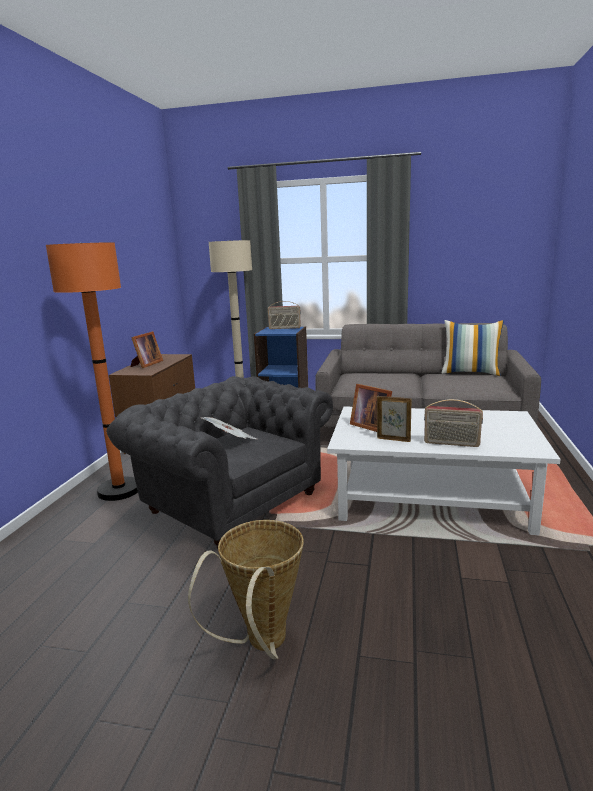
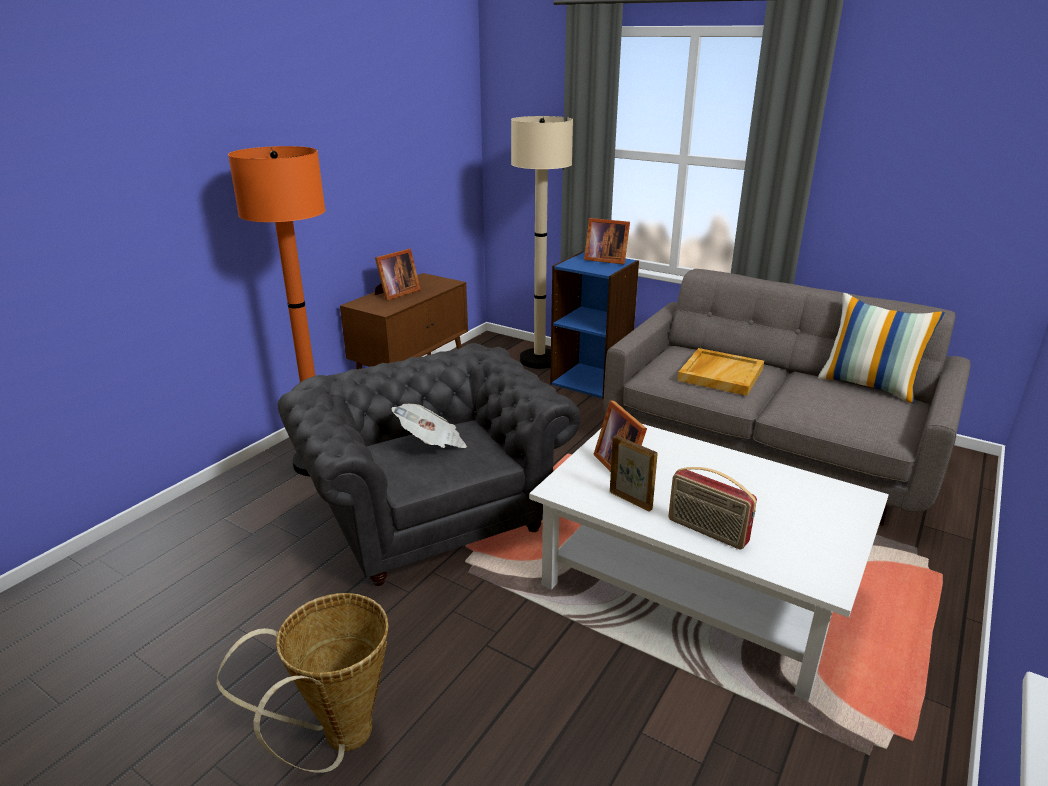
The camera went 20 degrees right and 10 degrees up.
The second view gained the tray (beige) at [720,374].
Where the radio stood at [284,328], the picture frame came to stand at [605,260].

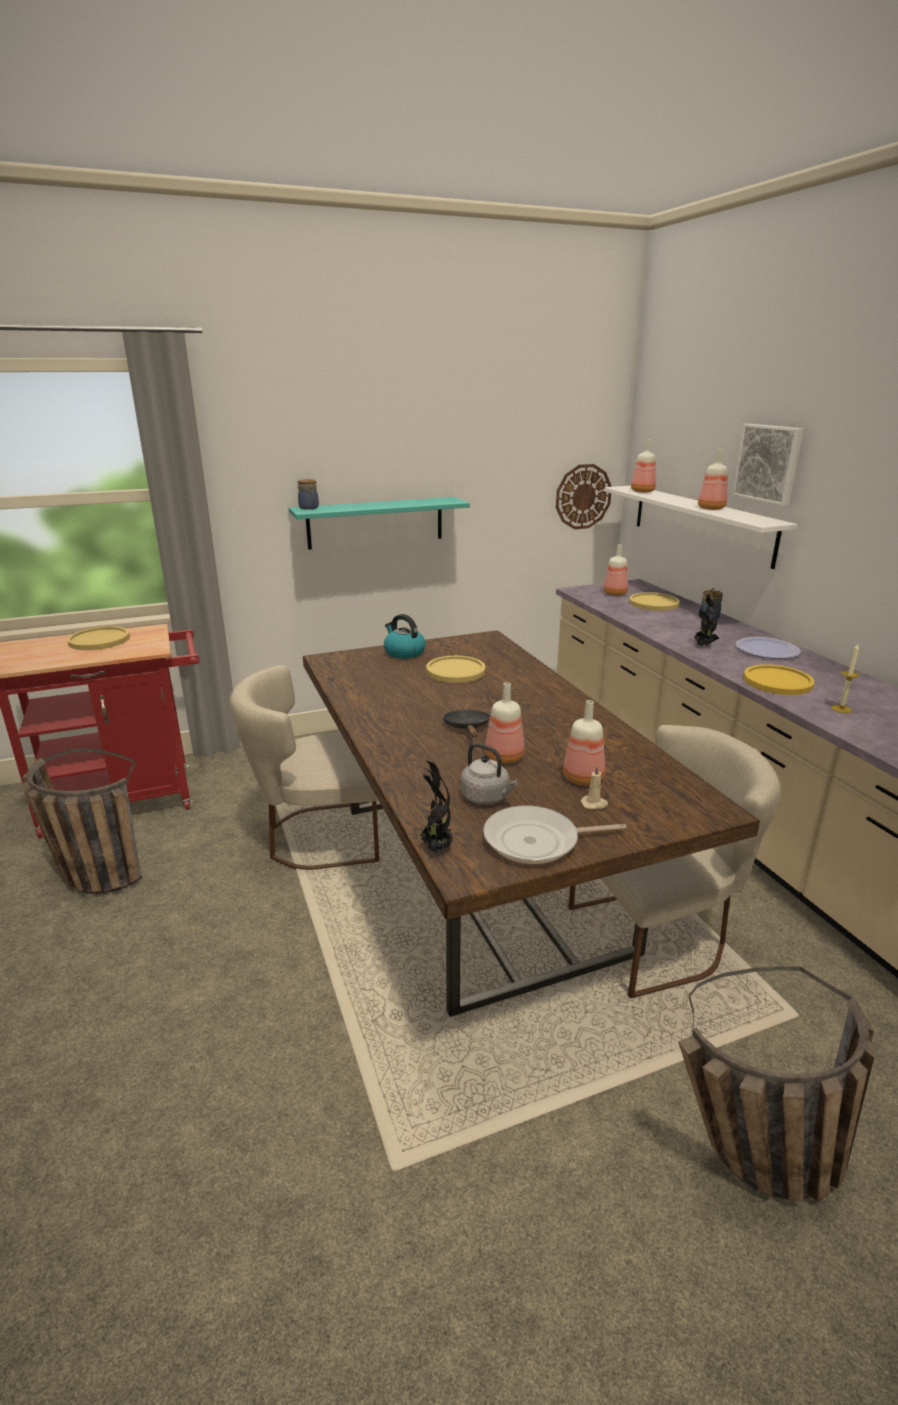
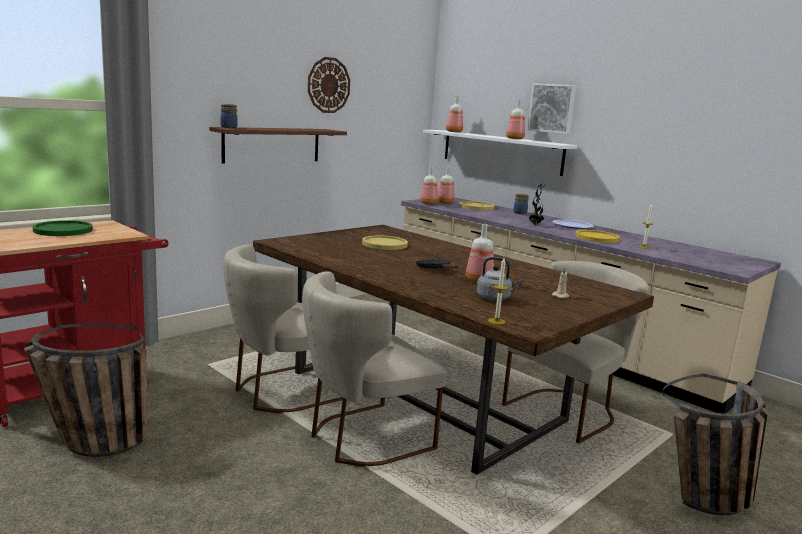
The camera went 25 degrees left and 10 degrees down.
The second view lost the kettle at [404,652].
The second view lost the frying pan at [537,841].
The second view gained the chair (beige) at [362,438].
The wall clock ended up elsewhere, having gone from [583,496] to [328,85].
The bottle ended up elsewhere, having gone from [584,778] to [429,204].
Where the potted plant stood at [435,848], the candle came to stand at [496,321].
What was the plate (yellow) at [99,640] turned into the plate (green) at [63,230].
What was the shelf (turquoise) at [375,522] turned into the shelf (brown) at [272,145].

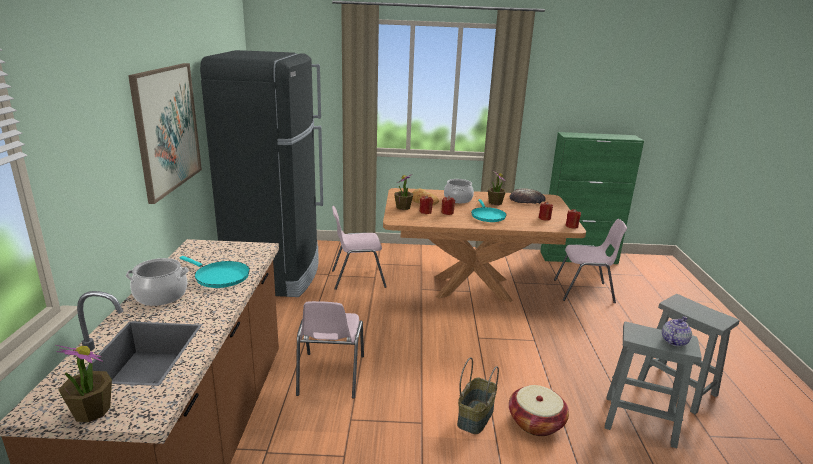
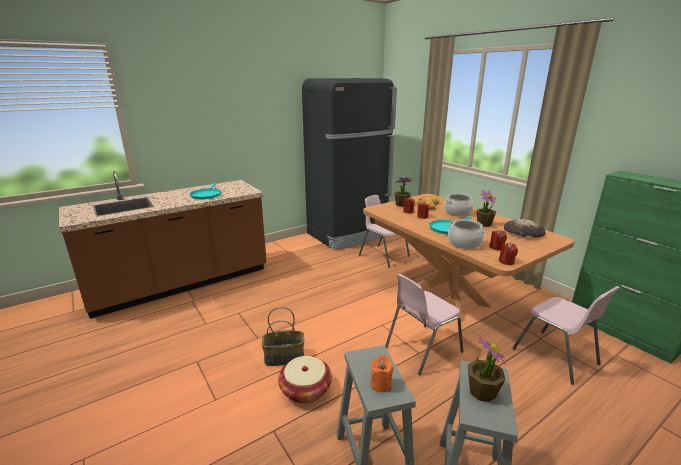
The camera went 55 degrees right and 0 degrees up.
The second view lost the picture at [167,129].
The potted plant ended up elsewhere, having gone from [91,411] to [482,391].
The cooking pot ended up elsewhere, having gone from [161,295] to [464,243].
The chair (pink) ended up elsewhere, having gone from [330,376] to [421,349].
Where the teapot stood at [673,341], the candle (orange) came to stand at [381,384].

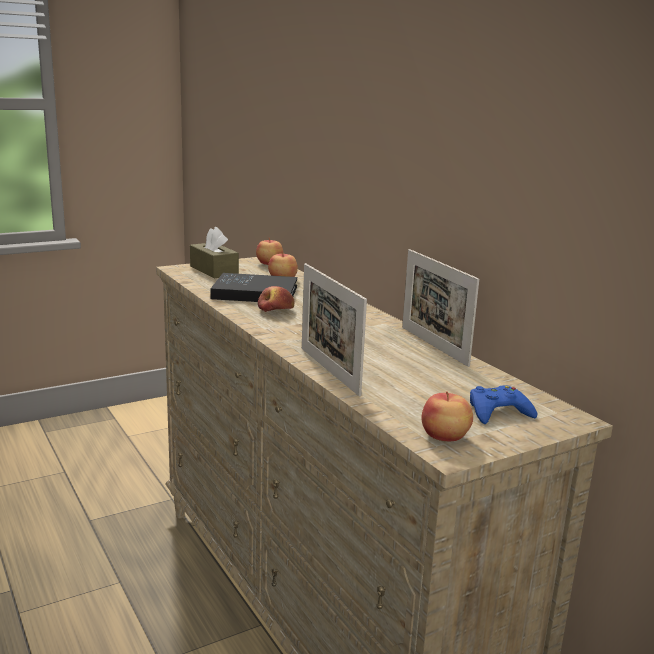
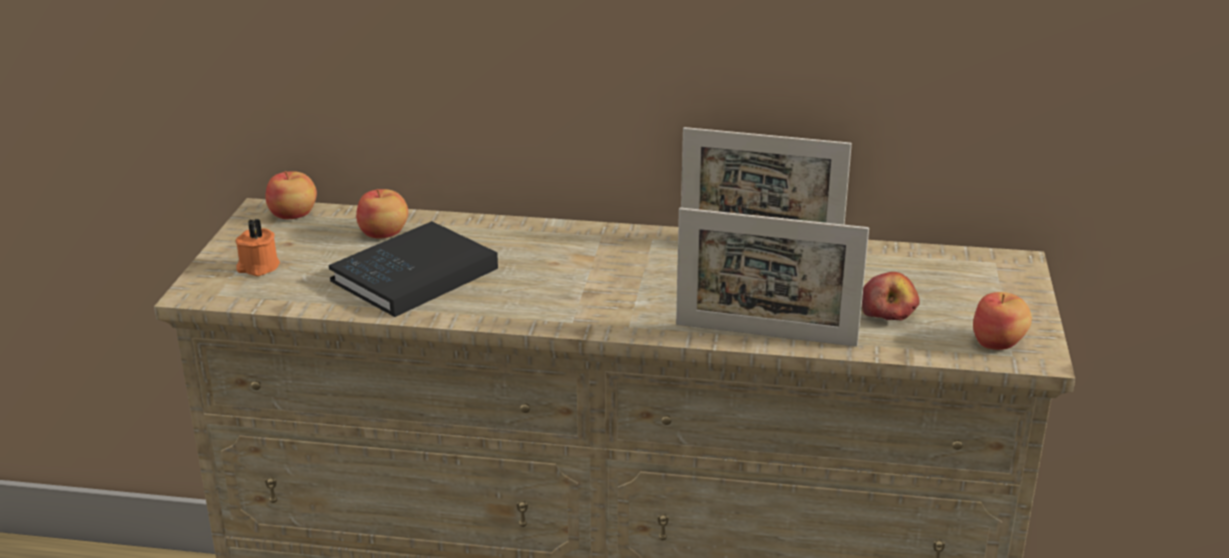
The camera went 50 degrees left and 10 degrees up.
The second view lost the game controller (blue) at [498,412].
The apple ended up elsewhere, having gone from [275,311] to [888,312].
Where the tissue box (brown) stood at [214,270], the candle (orange) came to stand at [258,267].

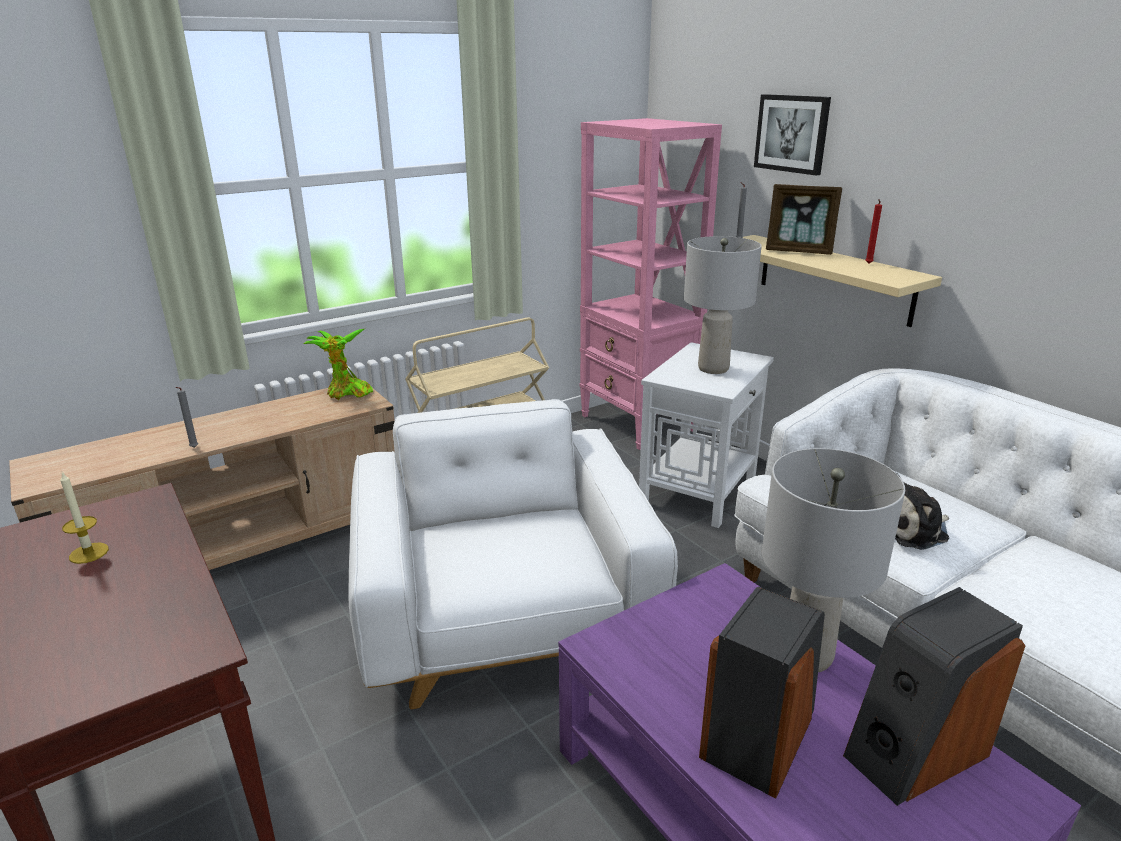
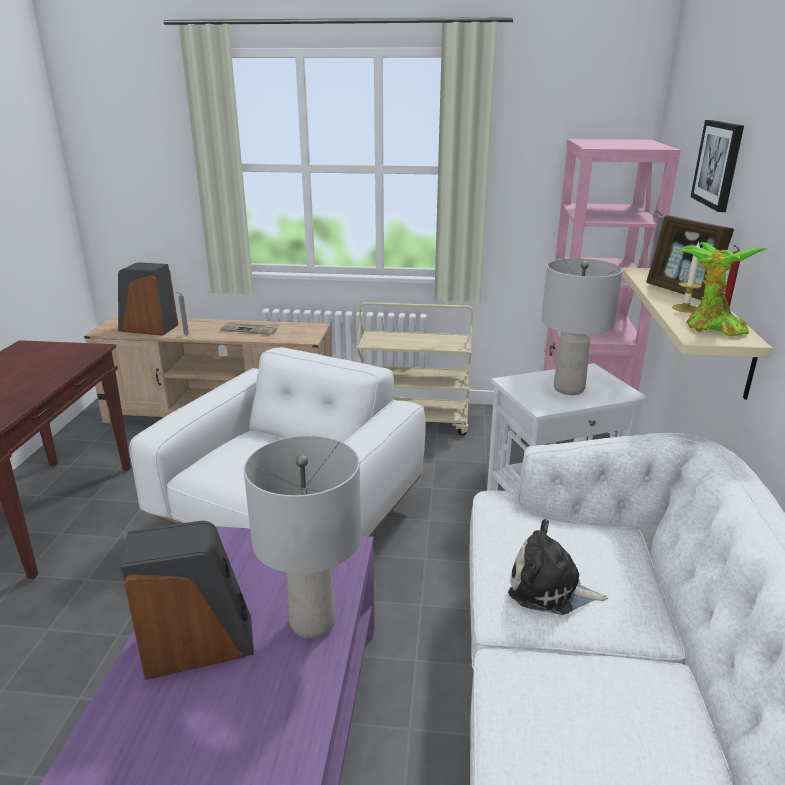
The camera went 40 degrees right and 0 degrees up.
The second view gained the newspaper at [250,330].
The candle ended up elsewhere, having gone from [89,553] to [685,308].
The potted plant ended up elsewhere, having gone from [346,393] to [711,328].
The speaker ended up elsewhere, having gone from [914,753] to [148,328].

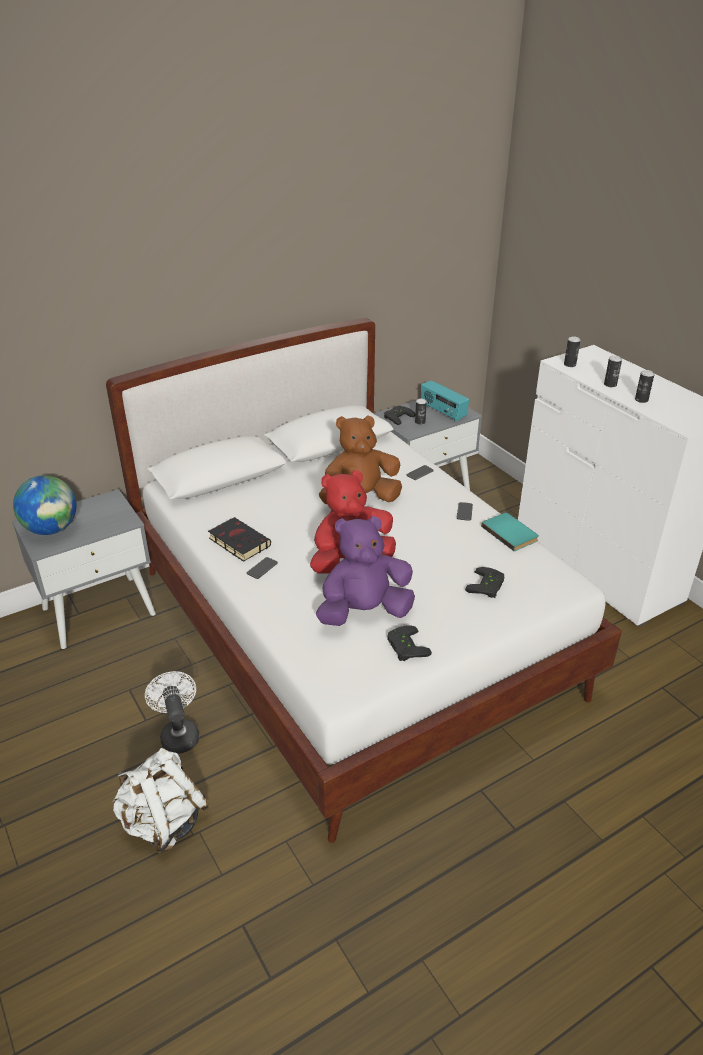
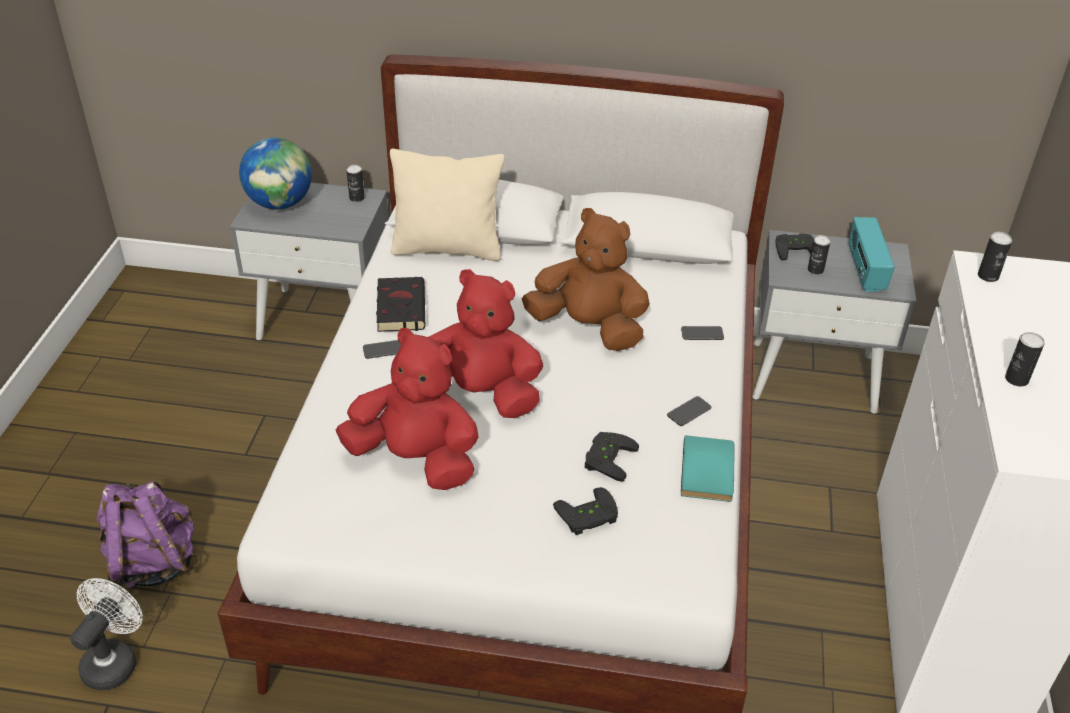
The camera went 40 degrees right and 5 degrees up.
The second view gained the pillow (beige) at [448,248].
The fan (white) ended up elsewhere, having gone from [178,734] to [114,660].
The game controller (black) ended up elsewhere, having gone from [404,647] to [606,458].
The can ended up elsewhere, having gone from [610,384] to [357,198].
What was the backpack (white) at [163,823] turned into the backpack (purple) at [153,562].
What was the plush toy (purple) at [364,612] turned into the plush toy (red) at [416,459].

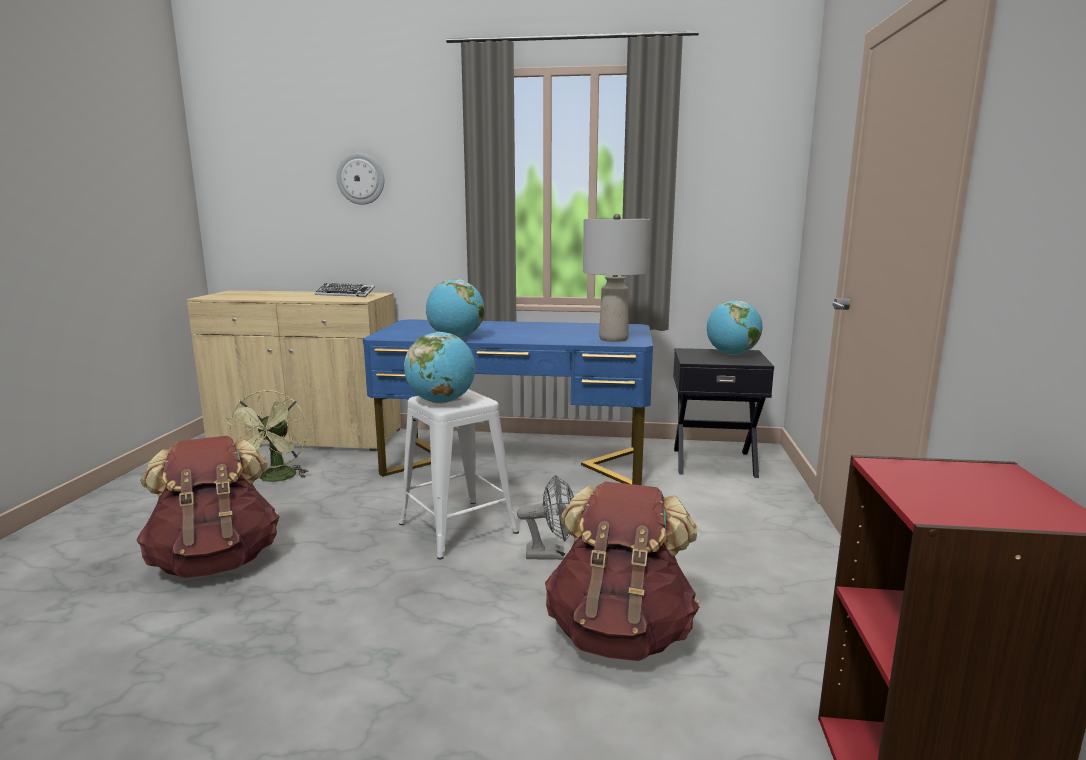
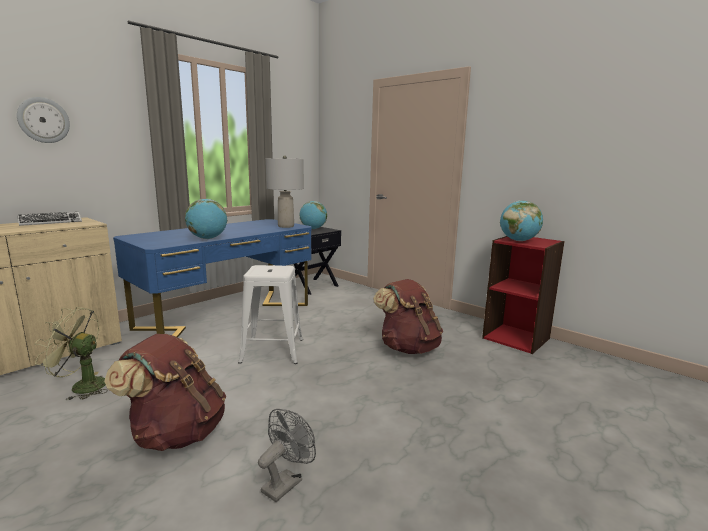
The camera went 55 degrees left and 0 degrees up.
The globe ended up elsewhere, having gone from [441,402] to [518,240].
The fan (grey) ended up elsewhere, having gone from [551,554] to [286,482].
The fan (green) at [276,479] ended up facing another way, 150 degrees clockwise from before.

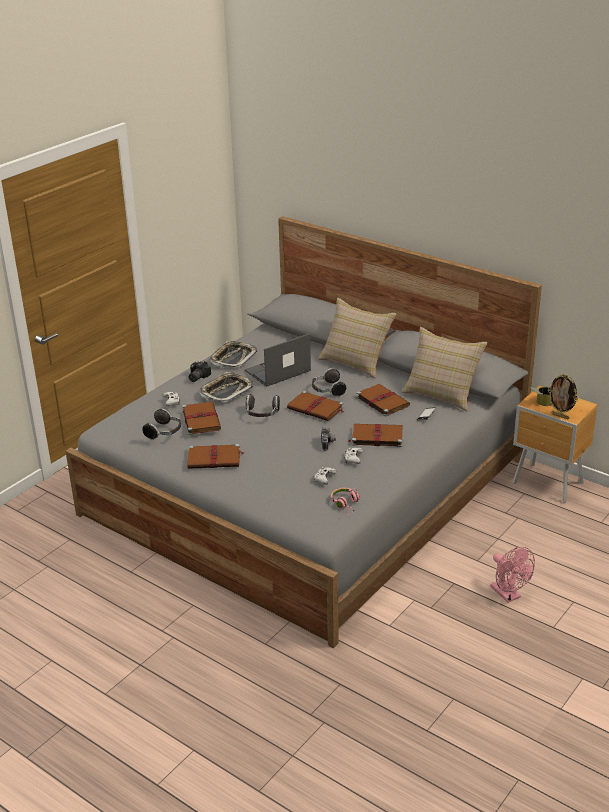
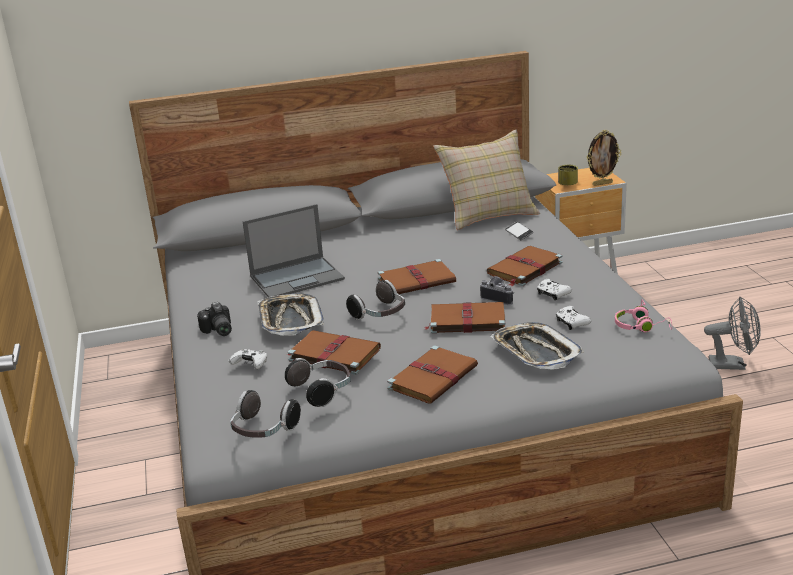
The camera went 50 degrees left and 5 degrees down.
The second view lost the pillow (beige) at [356,362].
The tray ended up elsewhere, having gone from [233,358] to [535,352].
The headphones ended up elsewhere, having gone from [327,390] to [263,431].
The book (brown) ended up elsewhere, having gone from [382,401] to [466,320].
What was the fan (pink) at [508,595] turned into the fan (grey) at [733,364].
The laptop at [277,371] ended up facing another way, 120 degrees counterclockwise from before.

